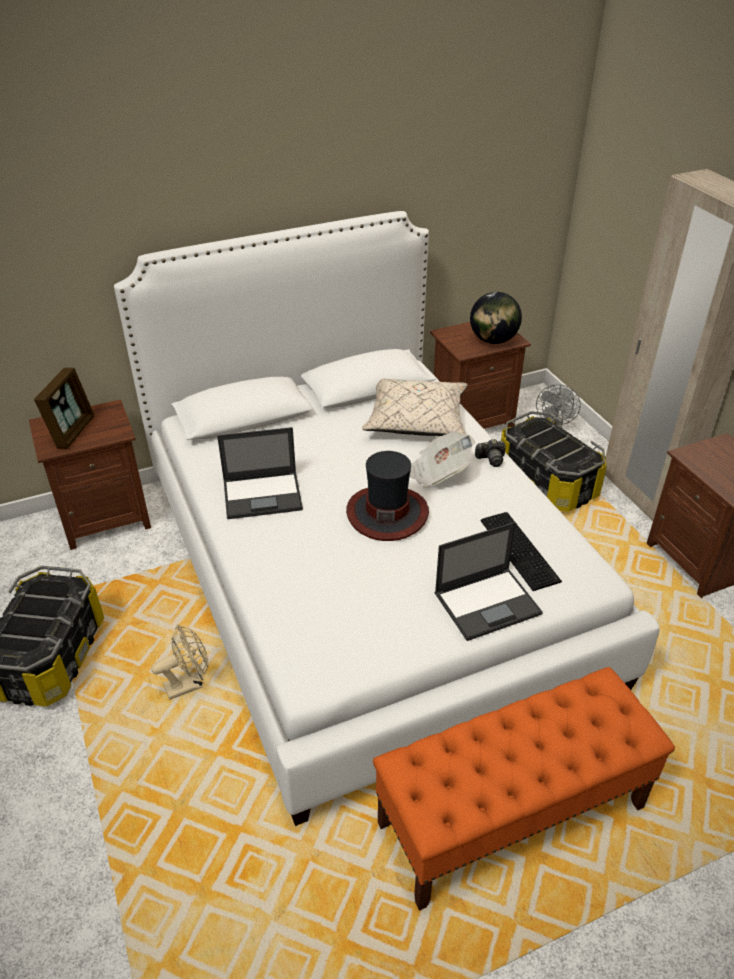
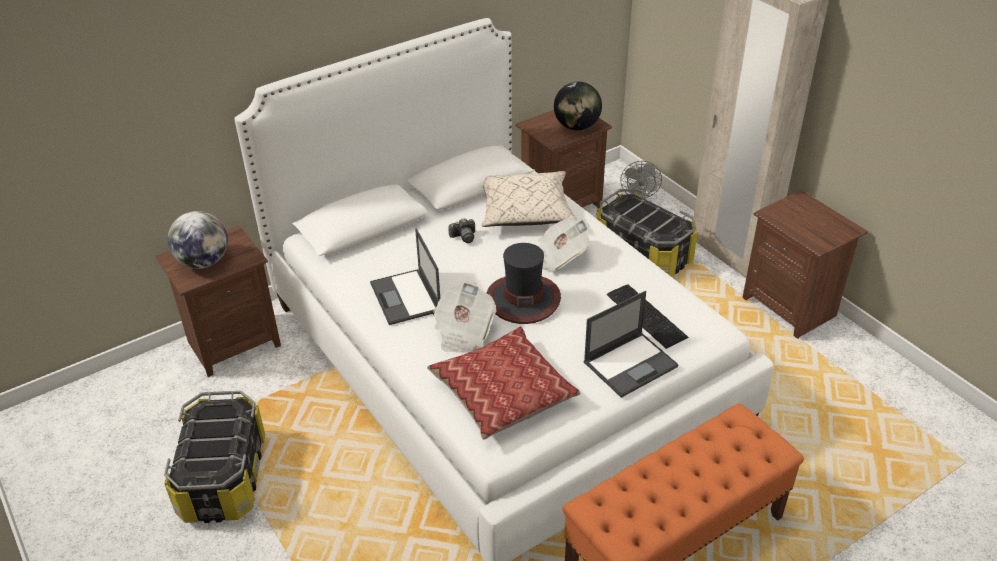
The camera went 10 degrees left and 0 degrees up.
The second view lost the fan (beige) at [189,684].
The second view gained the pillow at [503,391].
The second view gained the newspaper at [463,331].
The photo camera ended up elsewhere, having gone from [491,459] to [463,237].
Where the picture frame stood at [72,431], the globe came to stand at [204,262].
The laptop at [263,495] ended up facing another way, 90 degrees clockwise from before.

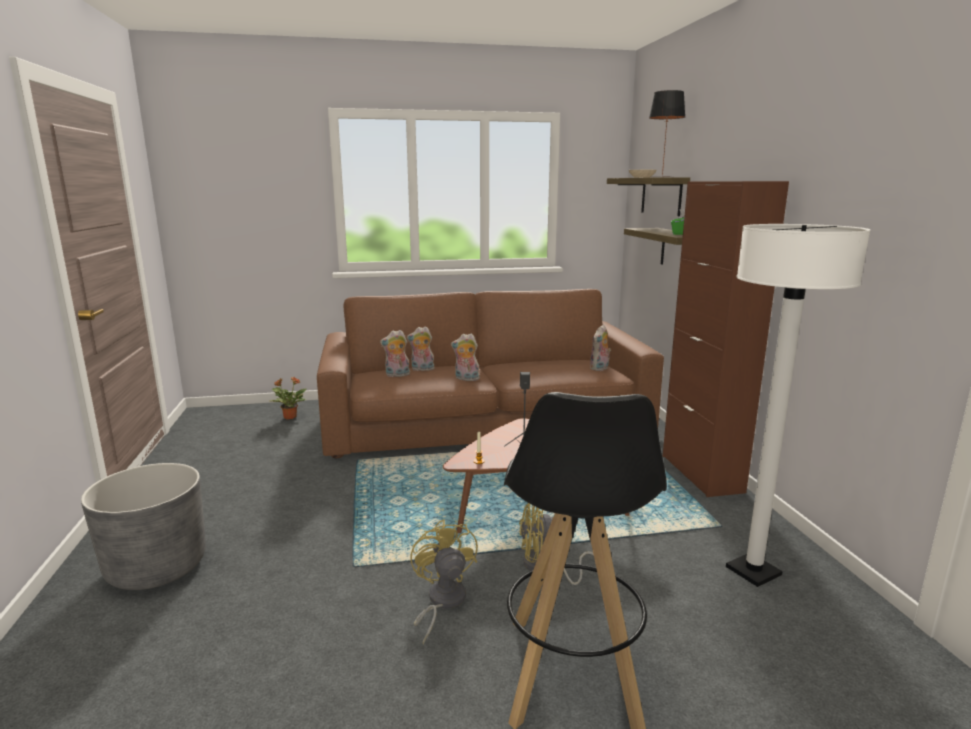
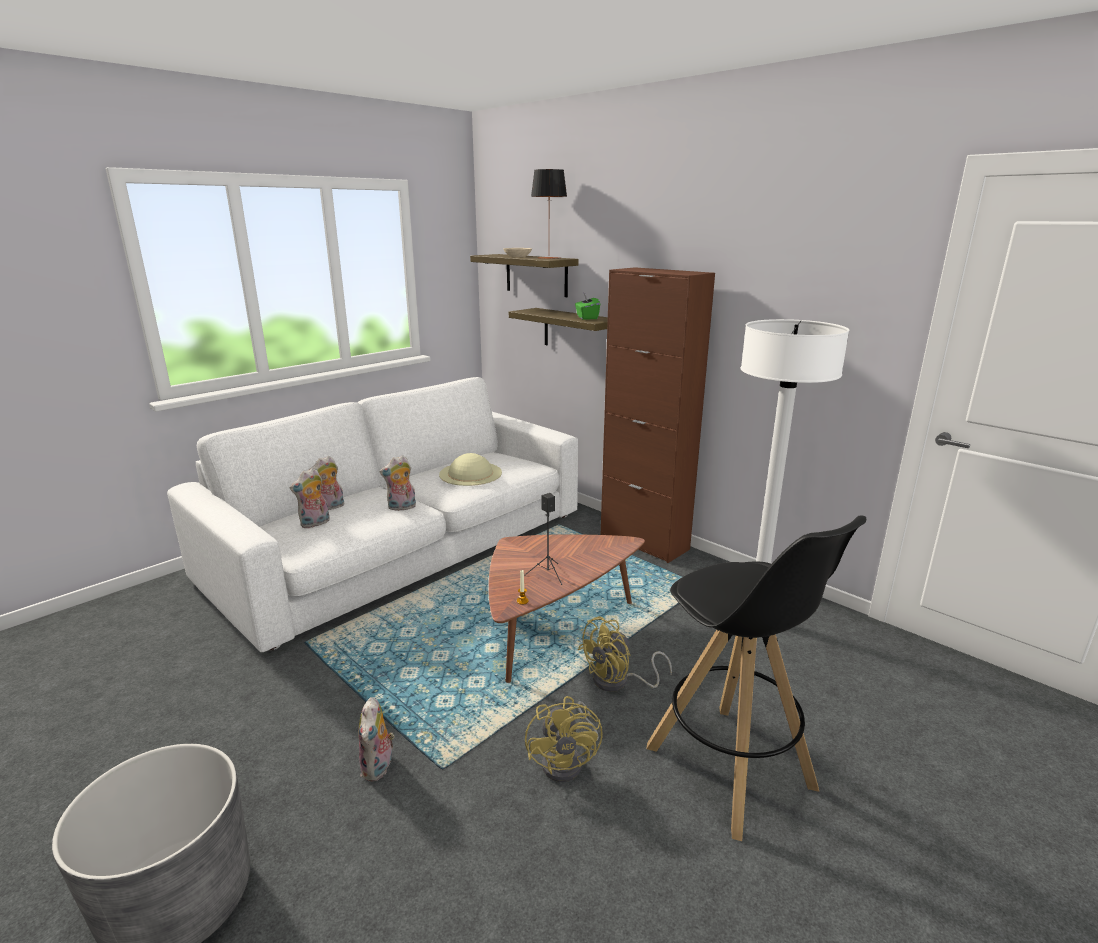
The camera went 35 degrees left and 5 degrees up.
The second view lost the potted plant at [289,417].
The second view gained the hat (beige) at [470,473].
The plush toy ended up elsewhere, having gone from [599,369] to [379,767].
What was the sofa (brown) at [485,421] turned into the sofa (white) at [404,546].
The fan (yellow) at [442,602] ended up facing another way, 135 degrees counterclockwise from before.

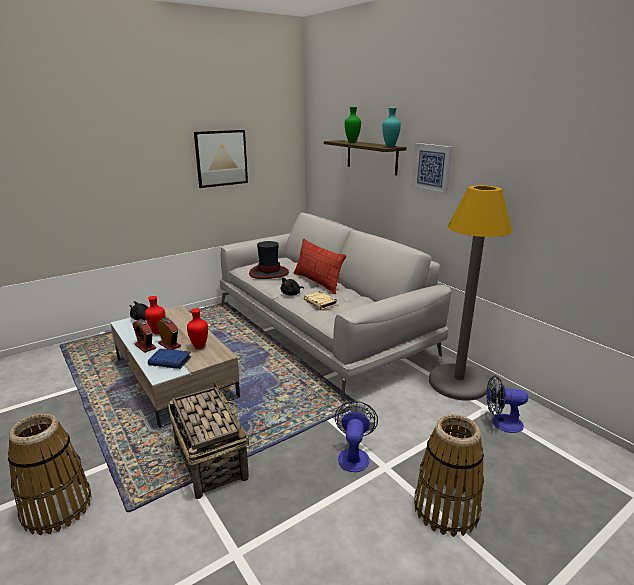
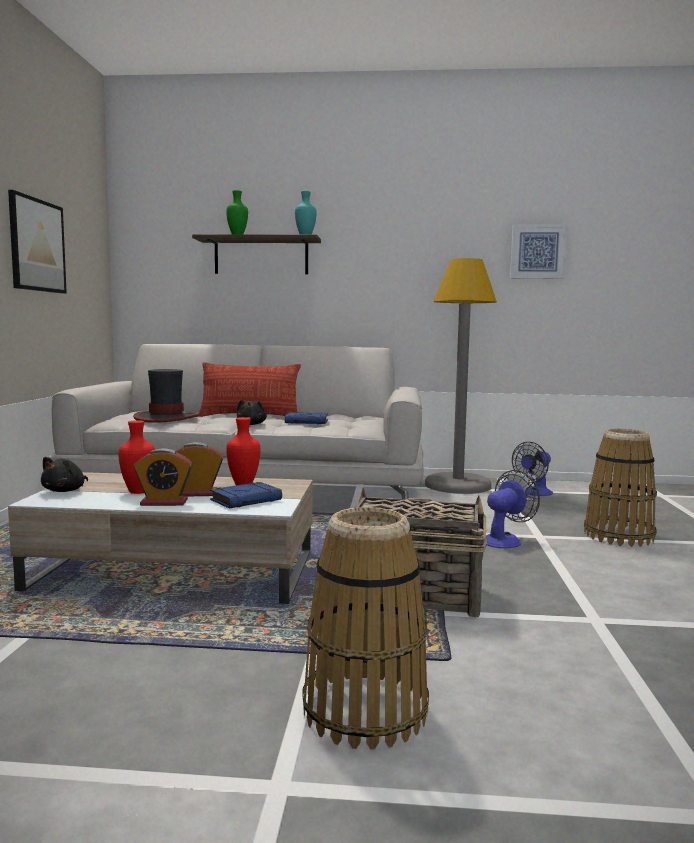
The camera went 50 degrees left and 15 degrees down.
The picture ended up elsewhere, having gone from [432,168] to [537,252].
What was the book (beige) at [320,302] turned into the book (blue) at [307,422].
The fan at [353,455] ended up facing another way, 90 degrees clockwise from before.

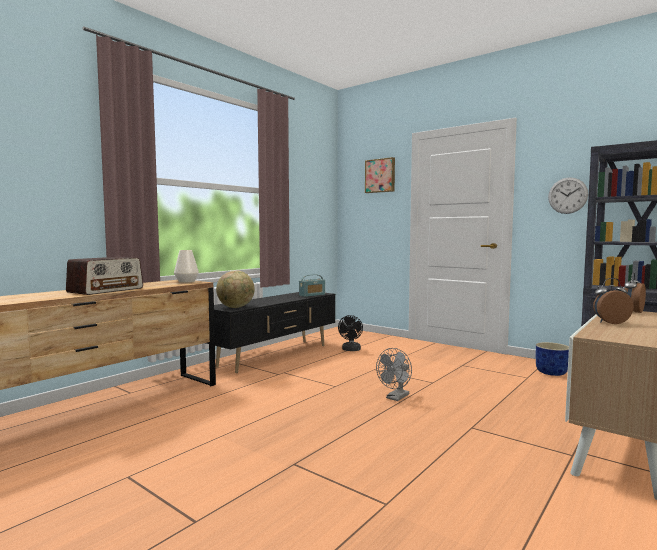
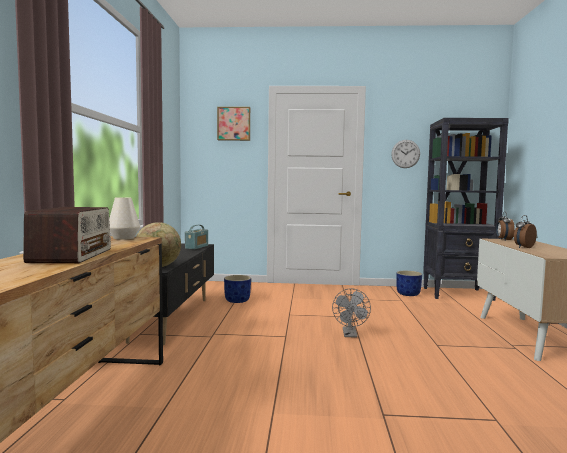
The camera went 35 degrees left and 0 degrees up.
Where the fan (black) stood at [351,350], the planter (blue) came to stand at [237,300].

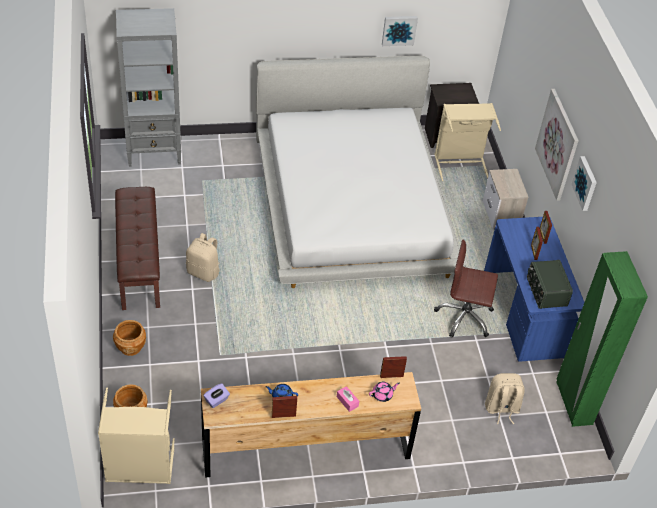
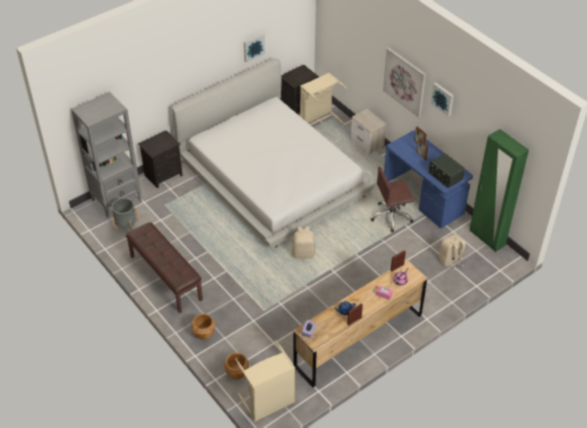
The camera went 25 degrees left and 0 degrees up.
The second view gained the planter (grey) at [126,226].
The second view gained the nightstand (black) at [163,174].
The backpack (beige) ended up elsewhere, having gone from [204,272] to [303,253].

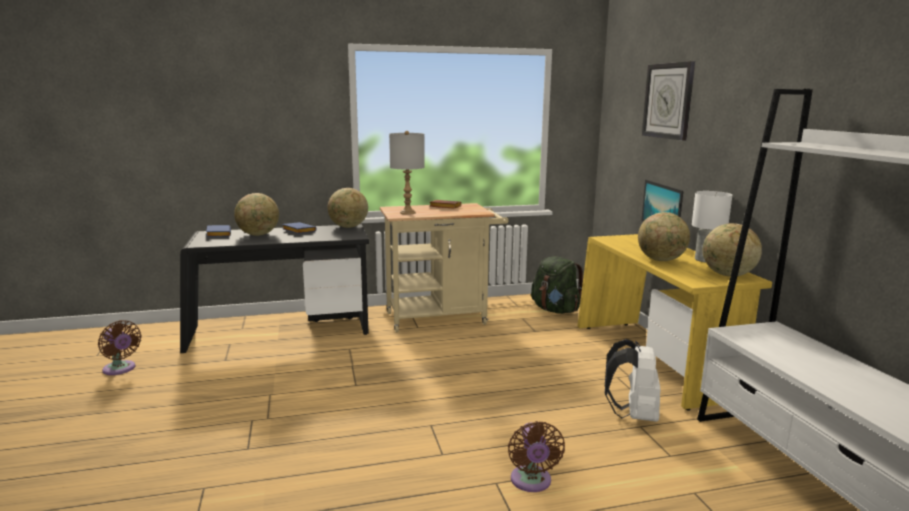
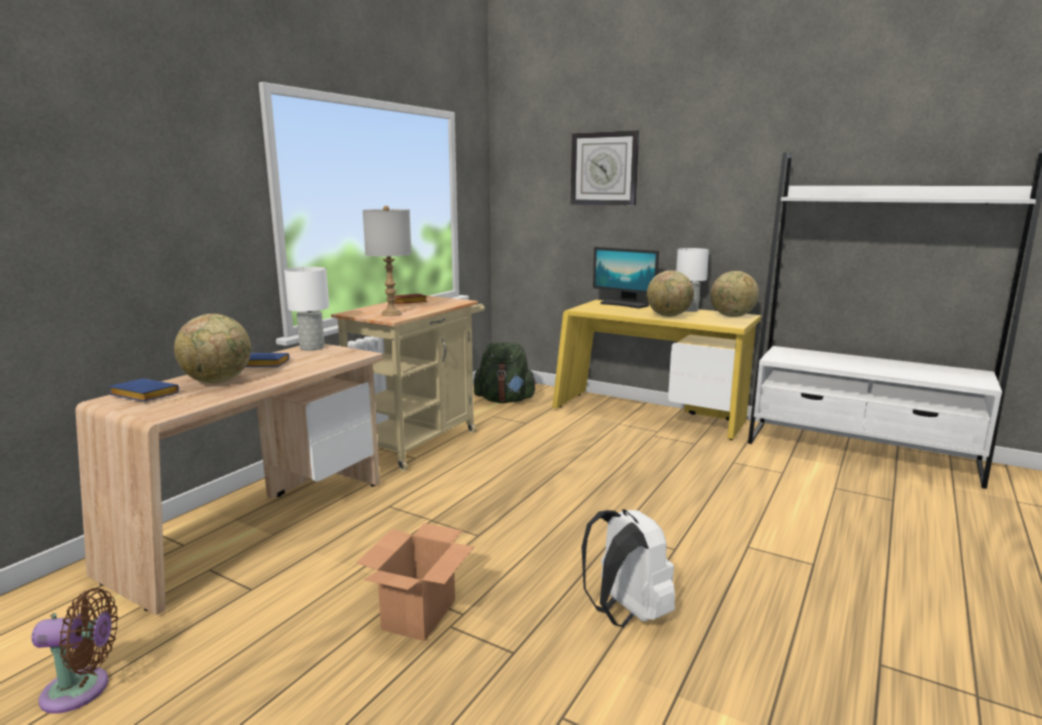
The camera went 45 degrees left and 0 degrees up.
The second view lost the fan (brown) at [531,482].
The second view gained the cardboard box at [419,614].
The backpack (white) ended up elsewhere, having gone from [633,415] to [626,613].
Where the globe stood at [348,227], the table lamp (white) came to stand at [313,347].
What was the desk (black) at [280,333] turned into the desk (beige) at [259,526].

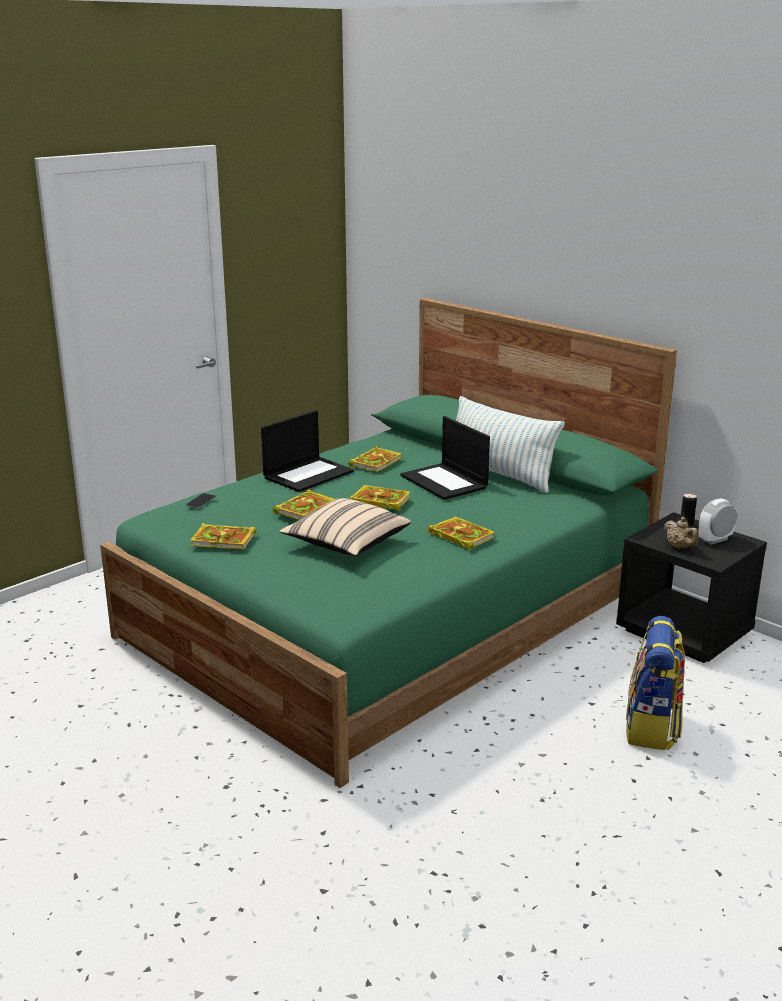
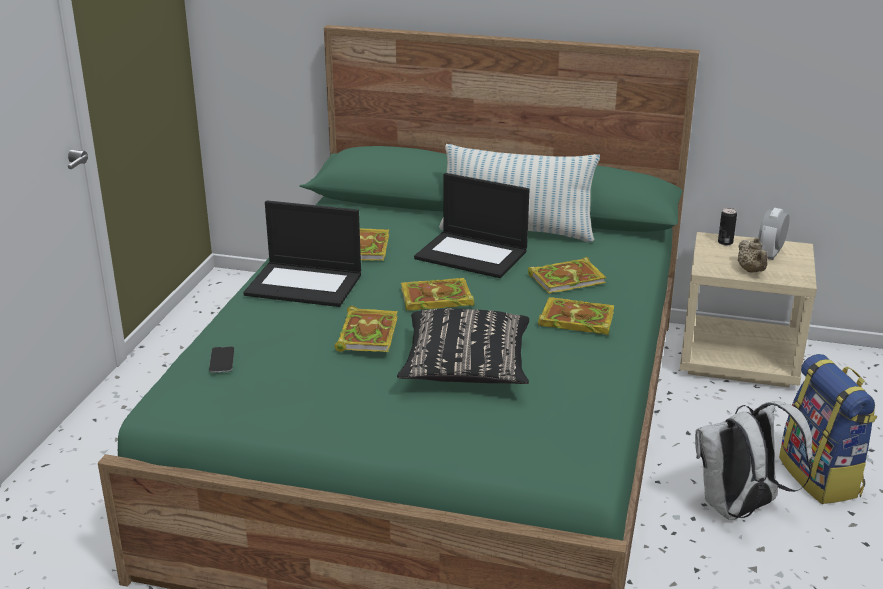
The camera went 30 degrees left and 5 degrees up.
The second view gained the backpack (white) at [739,509].
The book ended up elsewhere, having gone from [225,540] to [568,279].
What was the pillow (beige) at [346,545] turned into the pillow (black) at [466,369].
What was the nightstand (black) at [685,632] turned into the nightstand (beige) at [739,358].
The laptop at [308,474] ended up facing another way, 90 degrees clockwise from before.
The teapot (beige) at [680,547] ended up facing another way, 45 degrees clockwise from before.

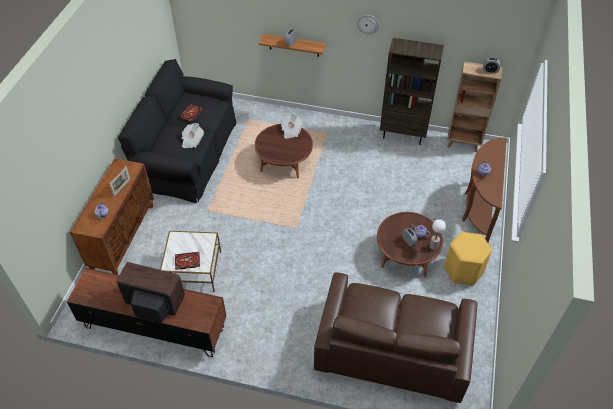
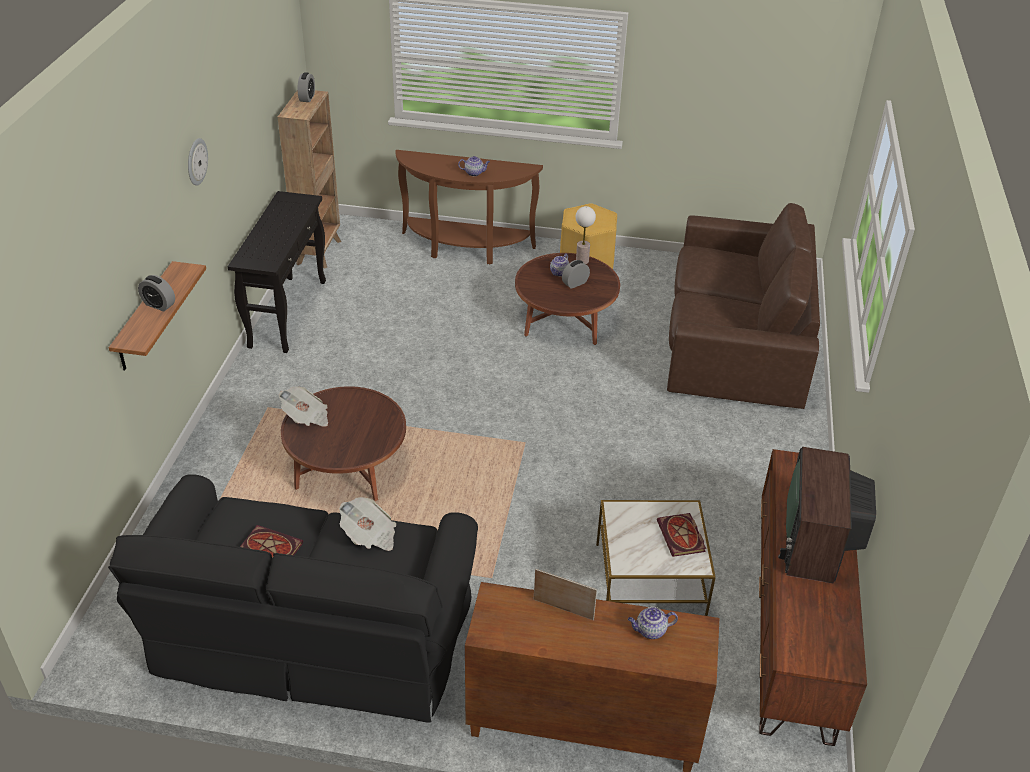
The camera went 95 degrees left and 10 degrees down.
Where the bookcase (brown) stood at [403,135], the console table (black) came to stand at [288,313].

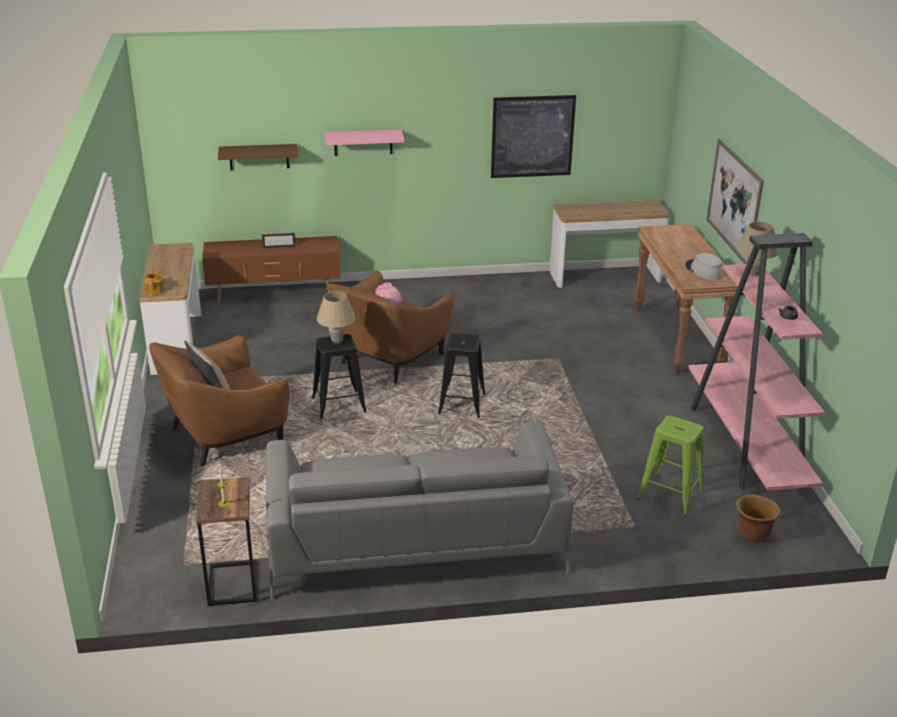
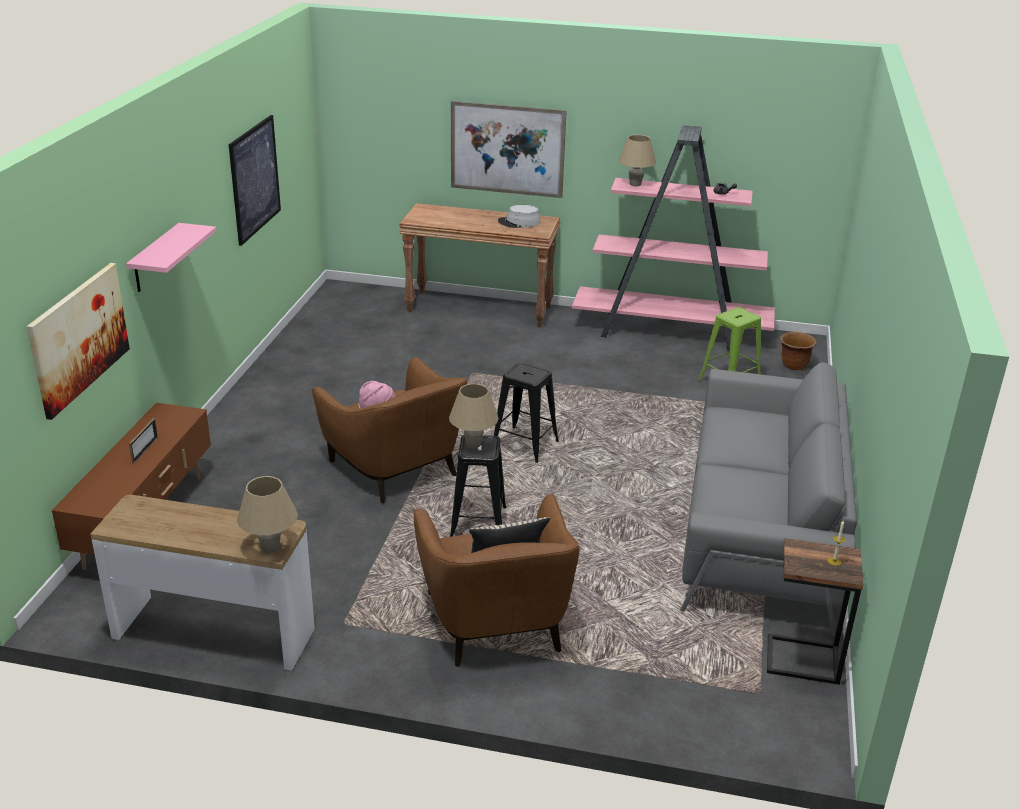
The camera went 70 degrees left and 0 degrees up.
The second view lost the console table at [605,277].
Where the teapot stood at [154,291], the table lamp (beige) came to stand at [270,547].
Where the shelf (brown) hung at [259,157], the picture came to hang at [79,338].

